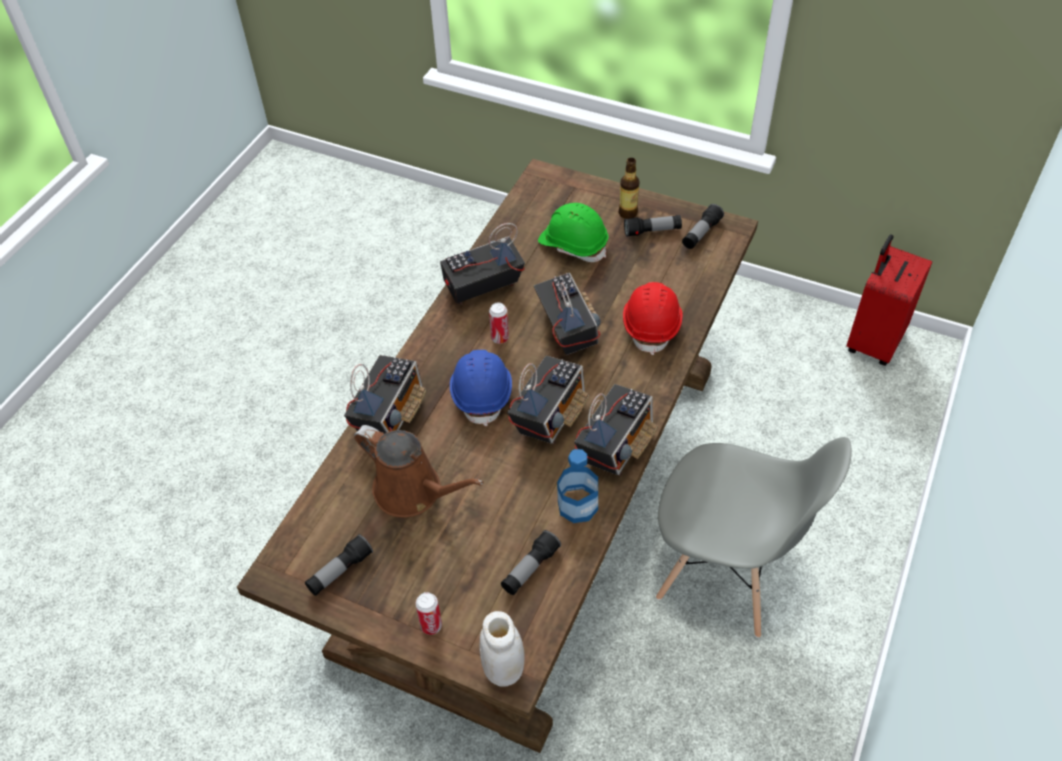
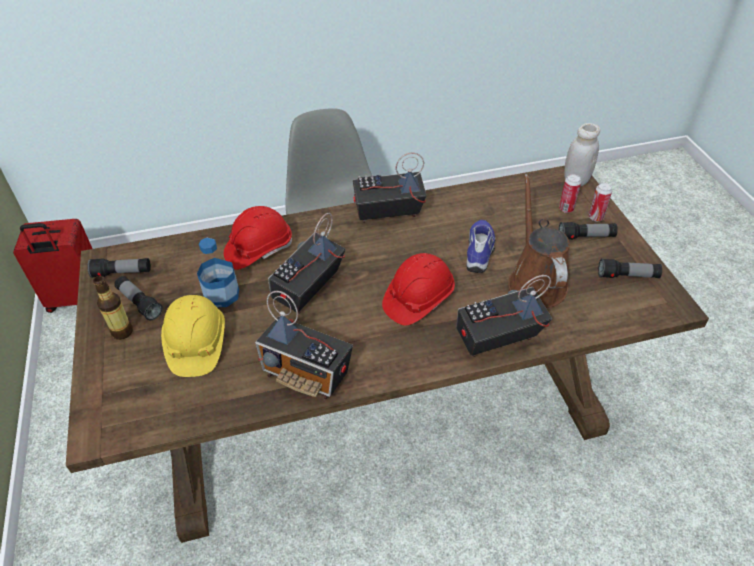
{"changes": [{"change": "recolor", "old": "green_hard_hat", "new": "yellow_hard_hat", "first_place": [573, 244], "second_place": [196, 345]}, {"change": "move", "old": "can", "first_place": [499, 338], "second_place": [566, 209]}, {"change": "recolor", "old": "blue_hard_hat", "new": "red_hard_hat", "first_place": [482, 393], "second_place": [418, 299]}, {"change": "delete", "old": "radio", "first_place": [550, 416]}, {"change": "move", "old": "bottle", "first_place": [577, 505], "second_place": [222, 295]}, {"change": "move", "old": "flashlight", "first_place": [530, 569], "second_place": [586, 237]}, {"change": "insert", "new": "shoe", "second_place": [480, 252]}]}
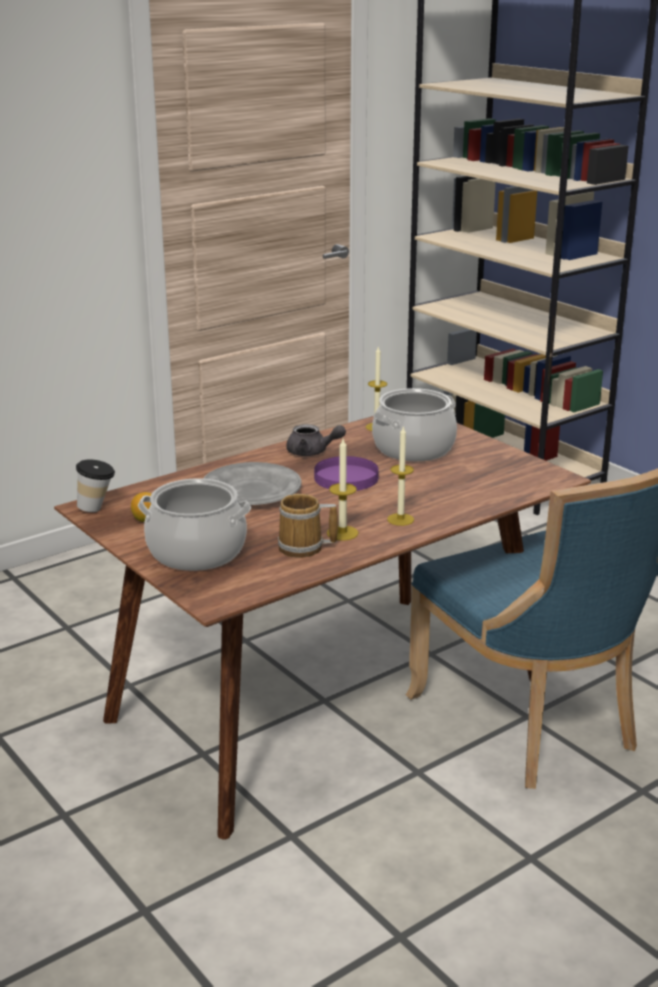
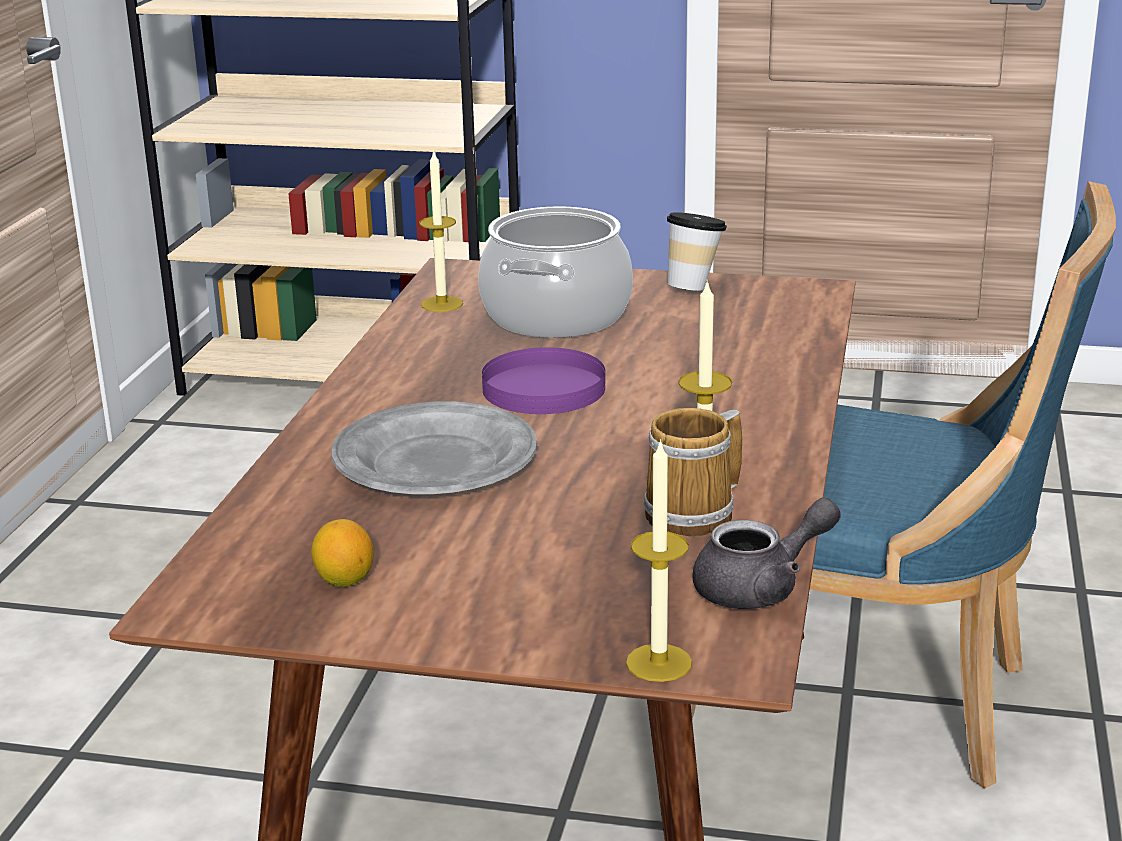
{"changes": [{"change": "move", "old": "grey_teapot", "first_place": [312, 452], "second_place": [761, 588]}, {"change": "move", "old": "candle", "first_place": [400, 519], "second_place": [659, 663]}, {"change": "move", "old": "cup", "first_place": [97, 508], "second_place": [694, 287]}, {"change": "delete", "old": "cooking_pot", "first_place": [197, 551]}]}
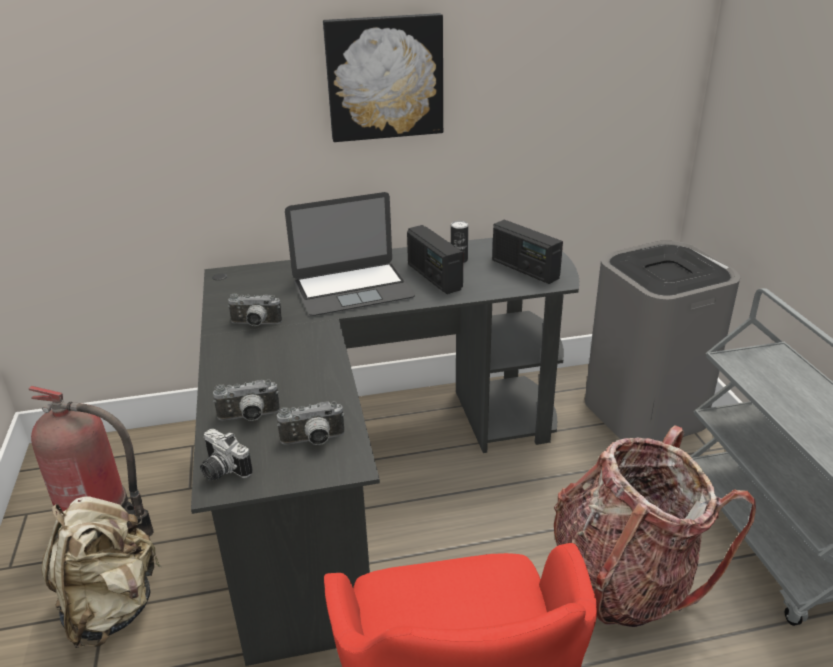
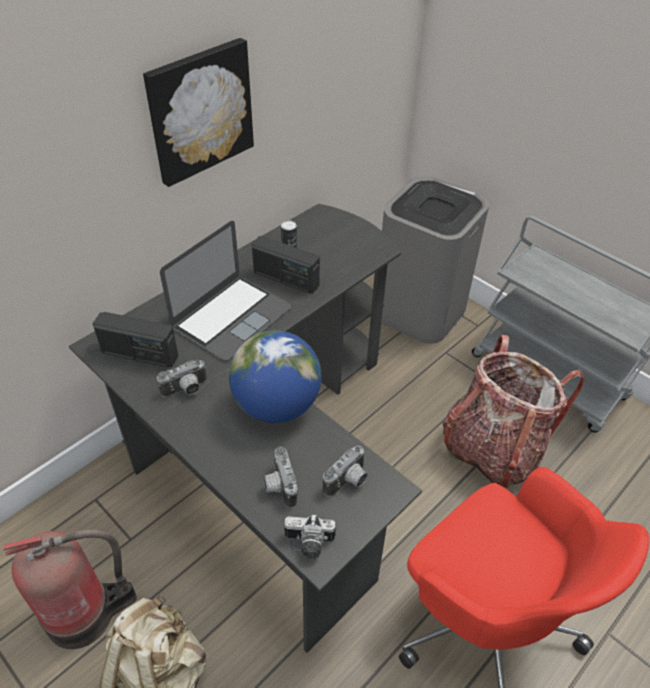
{"changes": [{"change": "move", "old": "radio", "first_place": [524, 269], "second_place": [139, 354]}, {"change": "rotate", "old": "photo_camera", "first_place": [249, 418], "second_place": [278, 486], "degrees": 120}, {"change": "insert", "new": "globe", "second_place": [277, 405]}]}
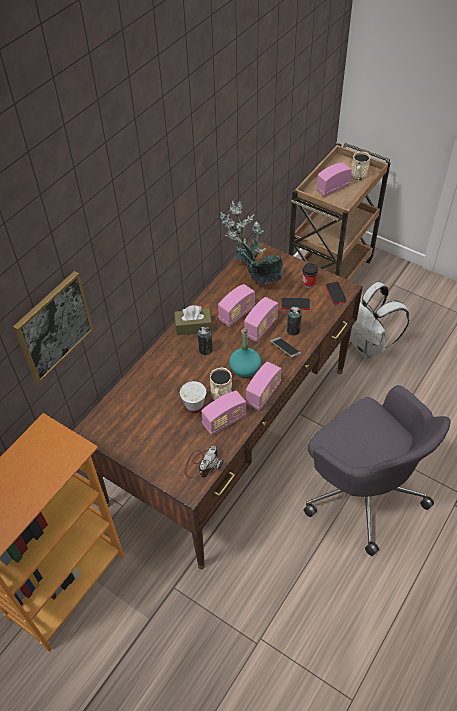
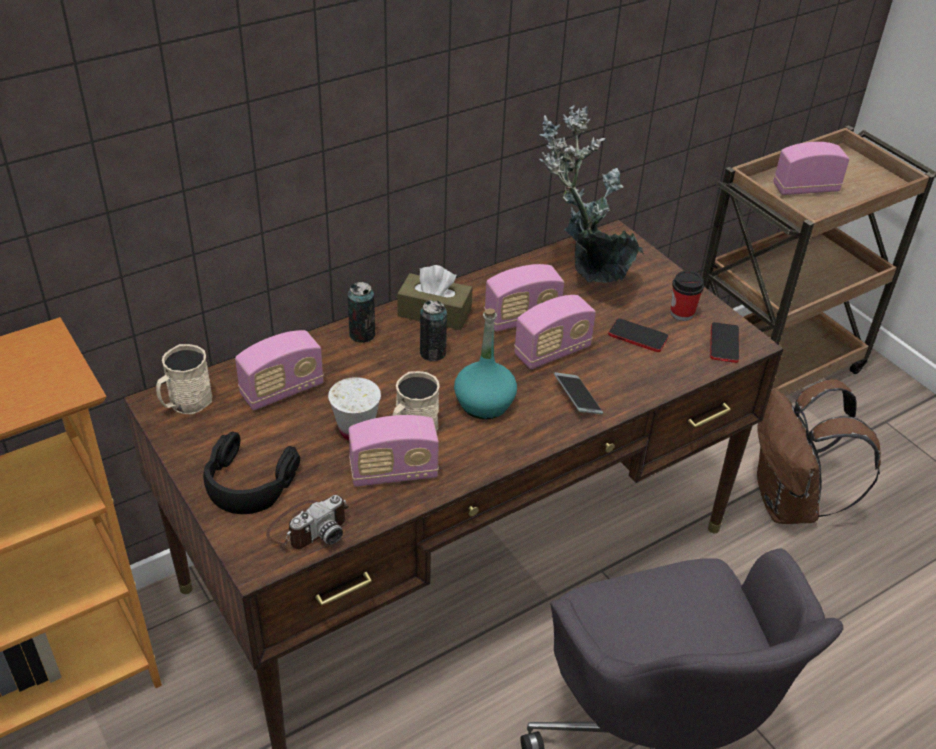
{"changes": [{"change": "move", "old": "beige_mug", "first_place": [358, 177], "second_place": [185, 403]}, {"change": "delete", "old": "picture", "first_place": [53, 326]}, {"change": "recolor", "old": "white_backpack", "new": "brown_backpack", "first_place": [368, 345], "second_place": [790, 504]}, {"change": "move", "old": "can", "first_place": [293, 330], "second_place": [362, 334]}, {"change": "move", "old": "radio", "first_place": [263, 394], "second_place": [282, 390]}, {"change": "insert", "new": "black_headphones", "second_place": [248, 483]}]}
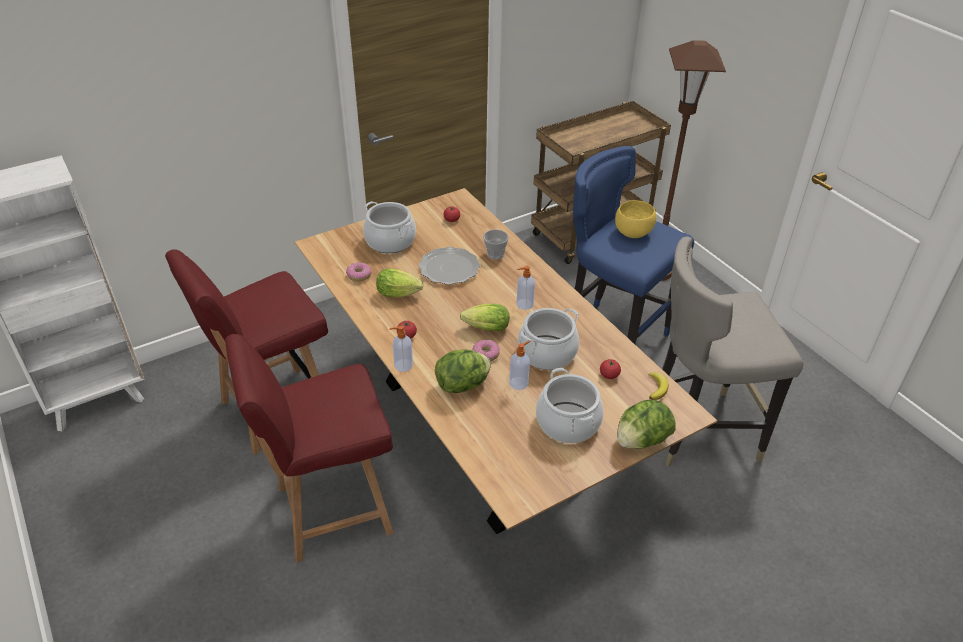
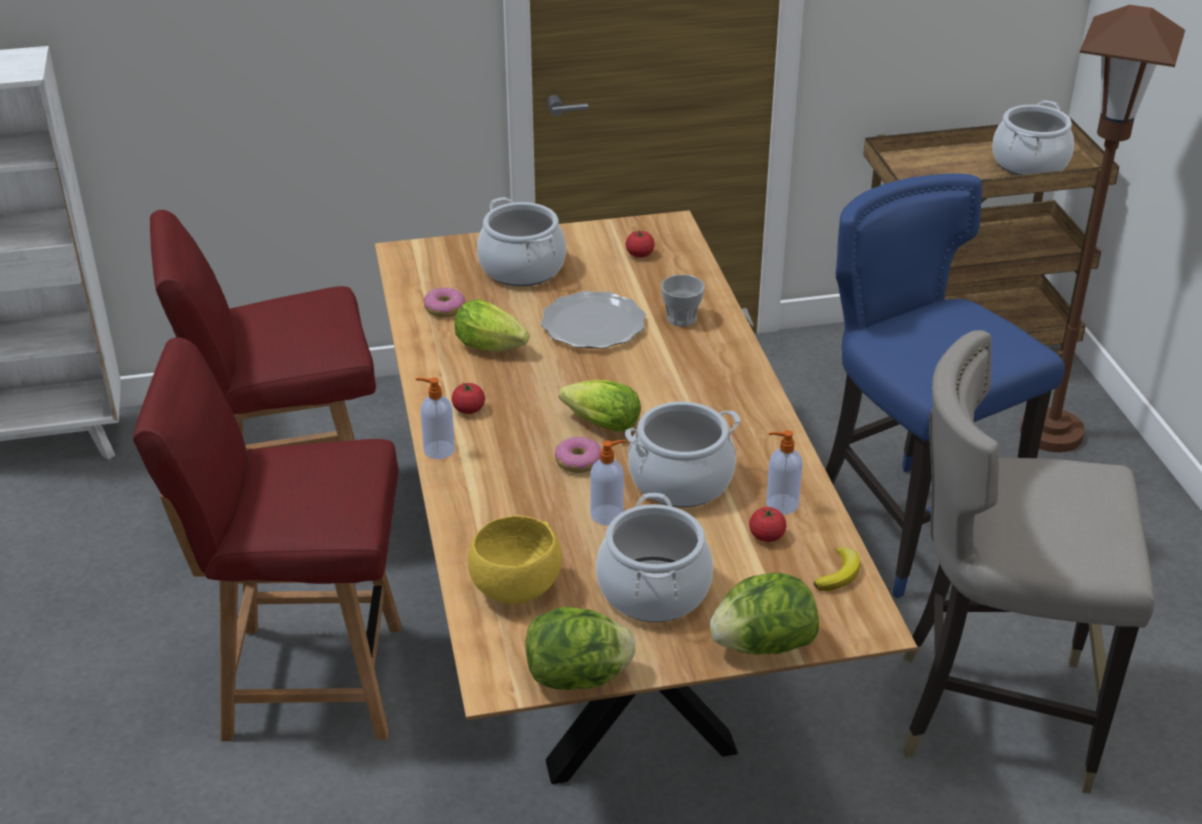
{"changes": [{"change": "move", "old": "yellow_bowl", "first_place": [633, 233], "second_place": [514, 589]}, {"change": "move", "old": "soap_dispenser", "first_place": [524, 304], "second_place": [780, 504]}, {"change": "move", "old": "lettuce", "first_place": [463, 385], "second_place": [578, 678]}, {"change": "insert", "new": "cooking_pot", "second_place": [1029, 163]}]}
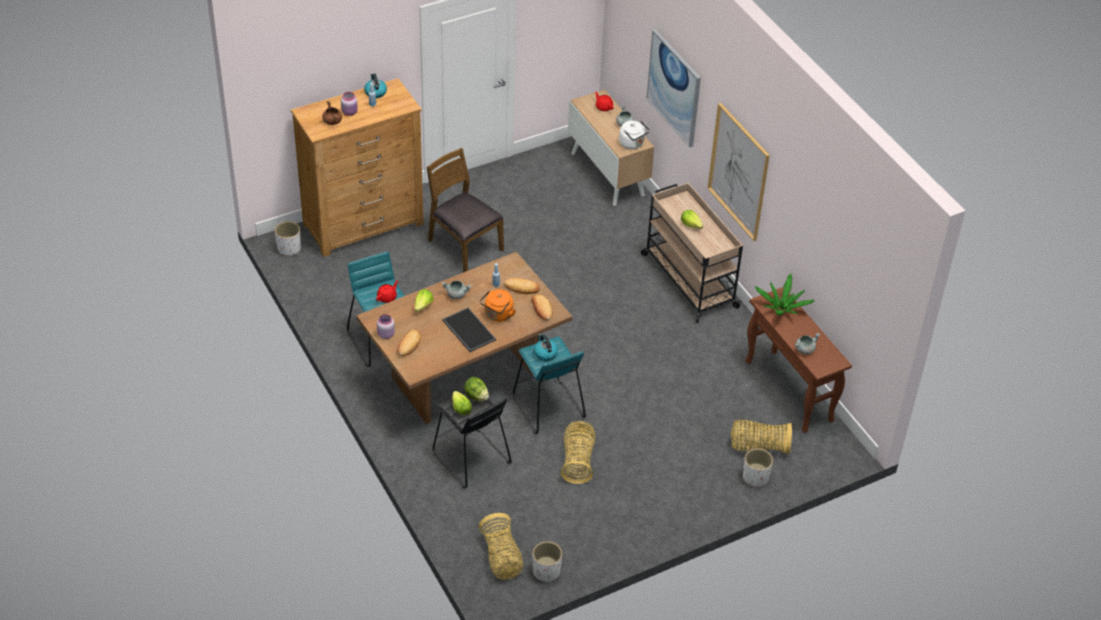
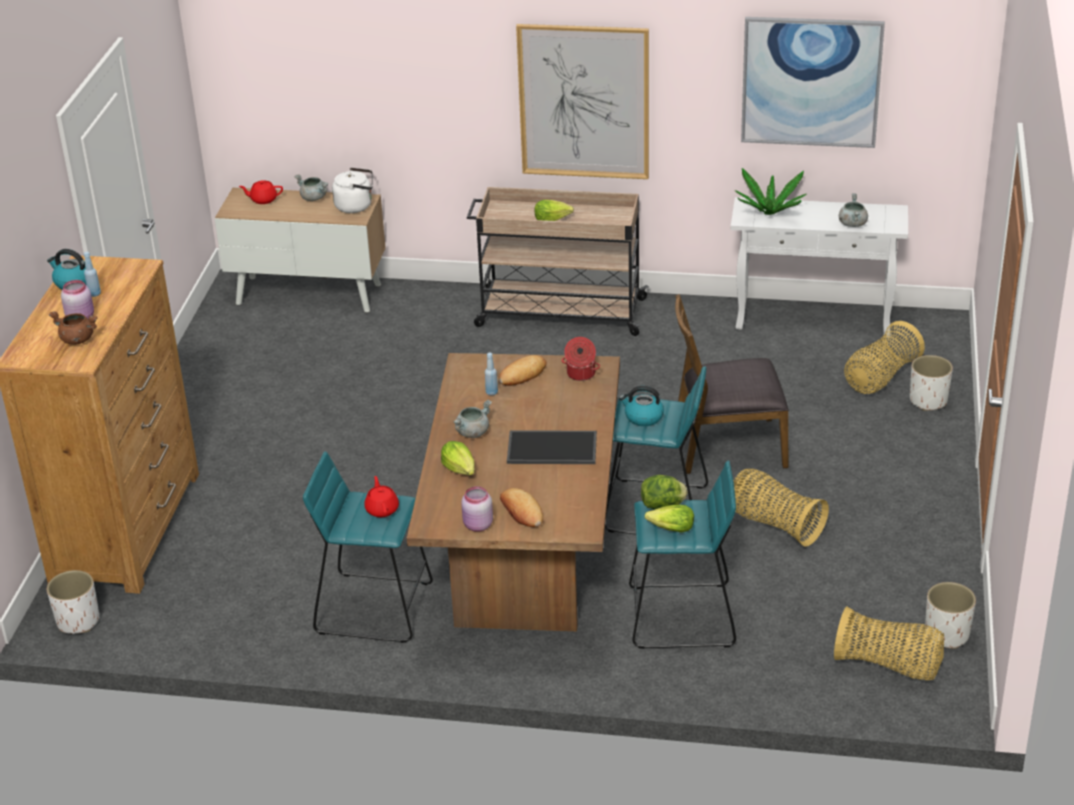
{"changes": [{"change": "move", "old": "picture", "first_place": [674, 87], "second_place": [811, 81]}, {"change": "move", "old": "brown_chair", "first_place": [464, 245], "second_place": [728, 447]}, {"change": "recolor", "old": "brown_console_table", "new": "white_console_table", "first_place": [789, 392], "second_place": [814, 320]}, {"change": "delete", "old": "orange_kettle", "first_place": [498, 315]}, {"change": "replace", "old": "bread", "new": "cooking_pot", "first_place": [542, 309], "second_place": [580, 374]}, {"change": "recolor", "old": "black_stool", "new": "turquoise_stool", "first_place": [471, 458], "second_place": [682, 616]}]}
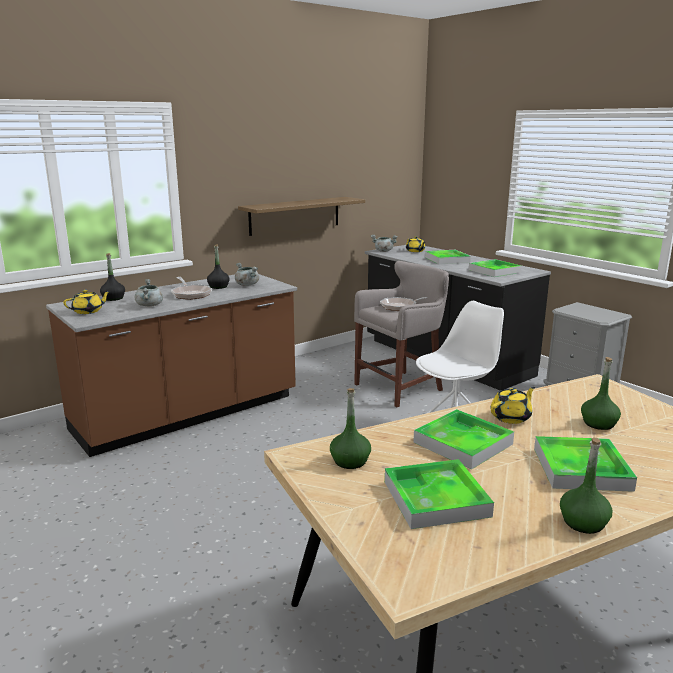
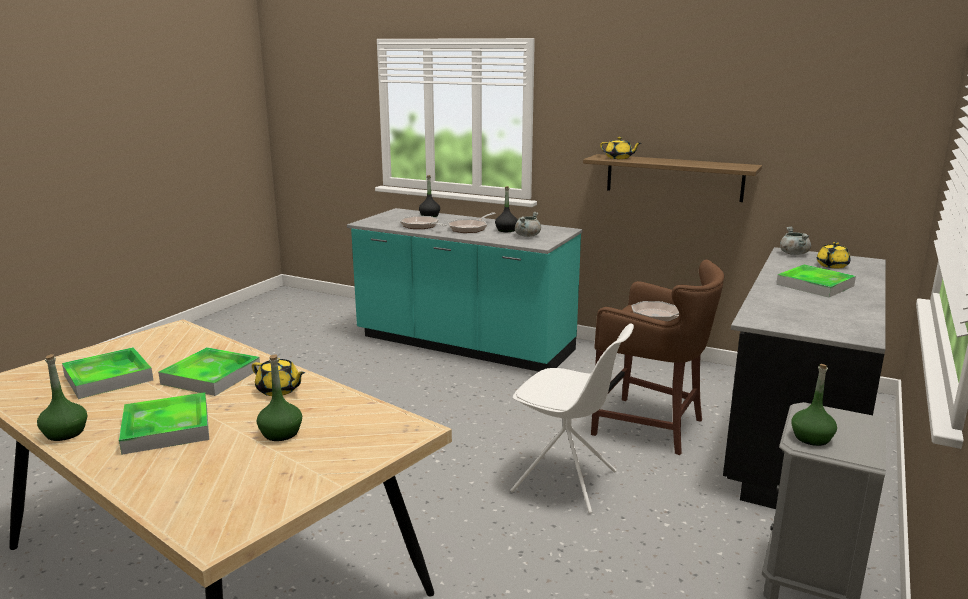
{"changes": [{"change": "delete", "old": "tray", "first_place": [494, 271]}, {"change": "recolor", "old": "grey_stool", "new": "brown_stool", "first_place": [401, 387], "second_place": [652, 427]}, {"change": "recolor", "old": "brown_counter", "new": "turquoise_counter", "first_place": [188, 414], "second_place": [464, 345]}, {"change": "replace", "old": "grey_cooking_pot", "new": "frying_pan", "first_place": [150, 305], "second_place": [422, 226]}, {"change": "move", "old": "yellow_teapot", "first_place": [88, 311], "second_place": [619, 158]}, {"change": "move", "old": "green_bottle", "first_place": [350, 461], "second_place": [811, 438]}]}
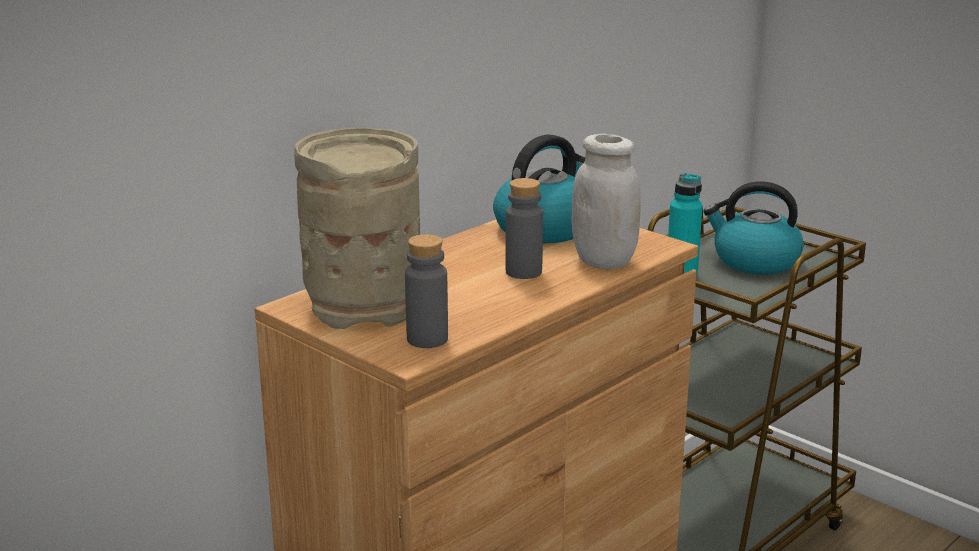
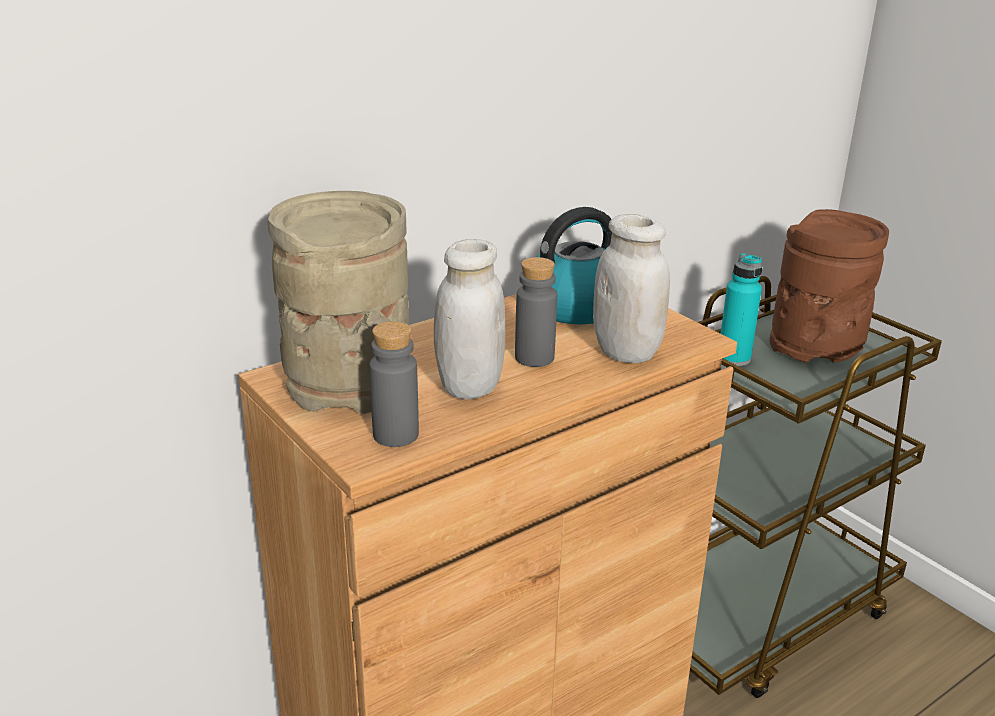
{"changes": [{"change": "replace", "old": "kettle", "new": "brown_vase", "first_place": [754, 261], "second_place": [816, 349]}, {"change": "insert", "new": "white_jar", "second_place": [469, 386]}]}
